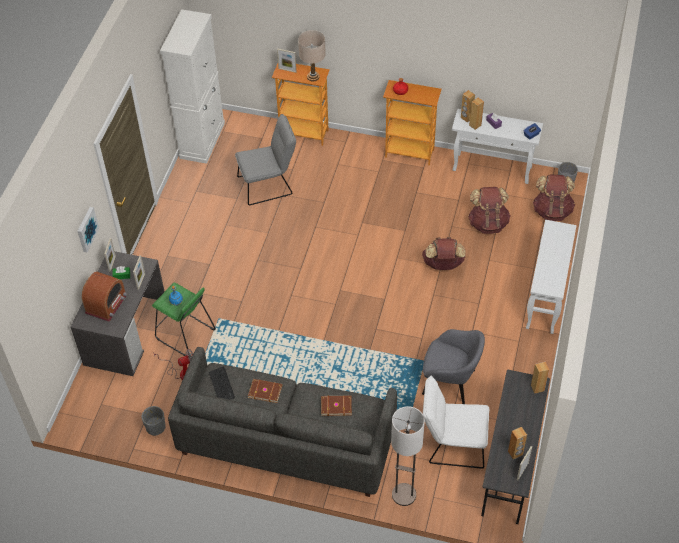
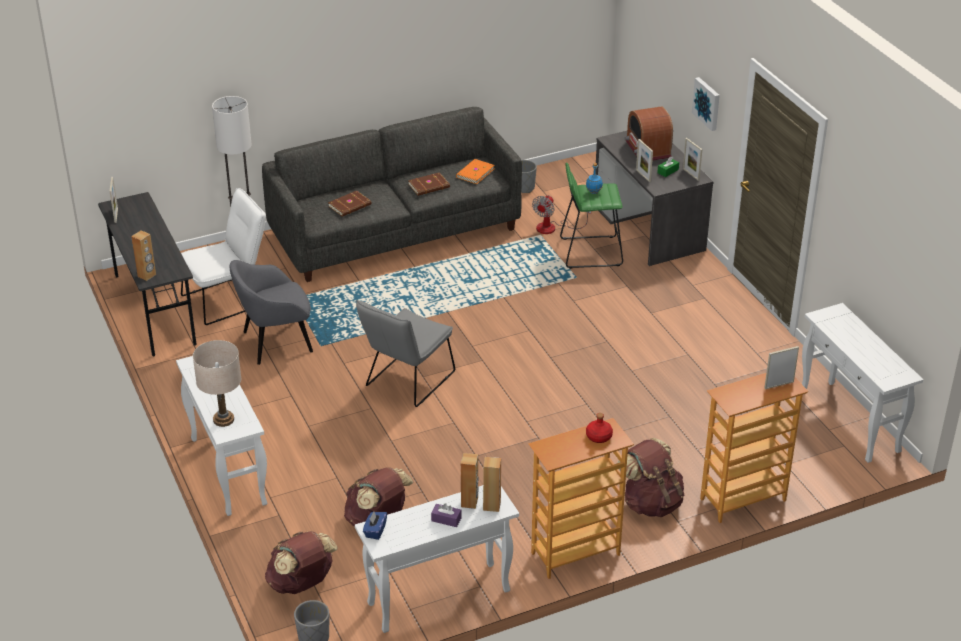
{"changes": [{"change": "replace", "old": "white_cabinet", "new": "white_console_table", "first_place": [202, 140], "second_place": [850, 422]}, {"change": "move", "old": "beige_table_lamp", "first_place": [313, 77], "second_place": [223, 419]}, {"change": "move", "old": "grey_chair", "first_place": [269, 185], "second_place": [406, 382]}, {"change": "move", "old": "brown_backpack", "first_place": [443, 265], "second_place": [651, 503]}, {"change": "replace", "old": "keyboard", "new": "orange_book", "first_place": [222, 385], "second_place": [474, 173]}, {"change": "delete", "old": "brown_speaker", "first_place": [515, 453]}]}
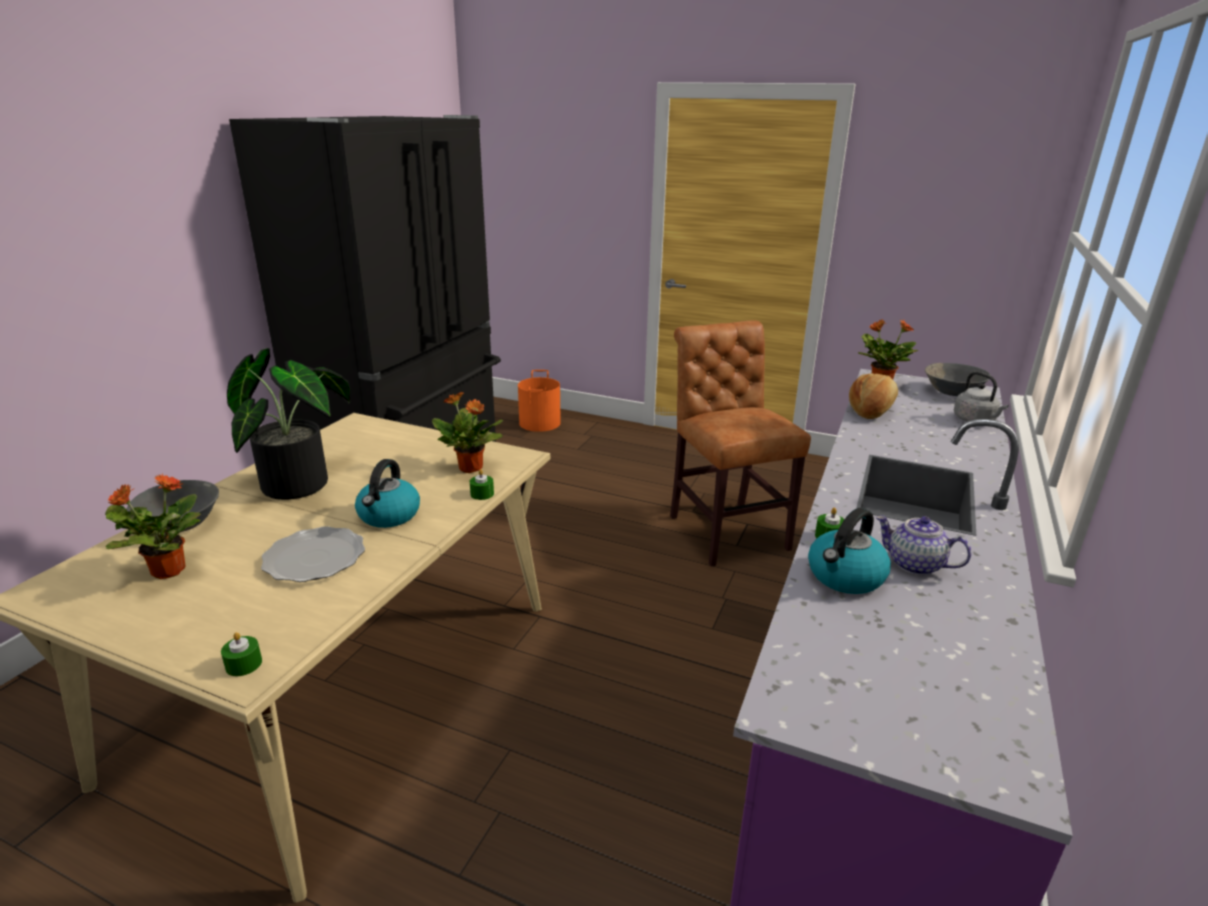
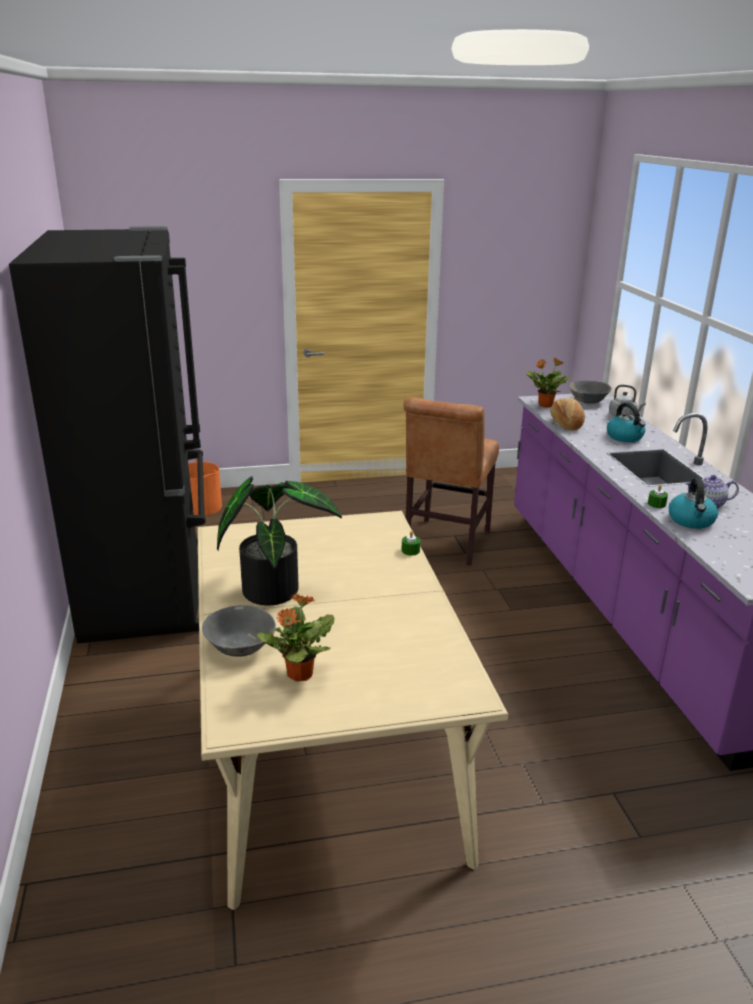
{"changes": [{"change": "rotate", "old": "brown_chair", "first_place": [725, 529], "second_place": [445, 544], "degrees": -105}, {"change": "delete", "old": "potted_plant", "first_place": [471, 468]}, {"change": "move", "old": "kettle", "first_place": [389, 516], "second_place": [625, 437]}, {"change": "delete", "old": "plate", "first_place": [314, 558]}, {"change": "delete", "old": "green_candle", "first_place": [244, 664]}]}
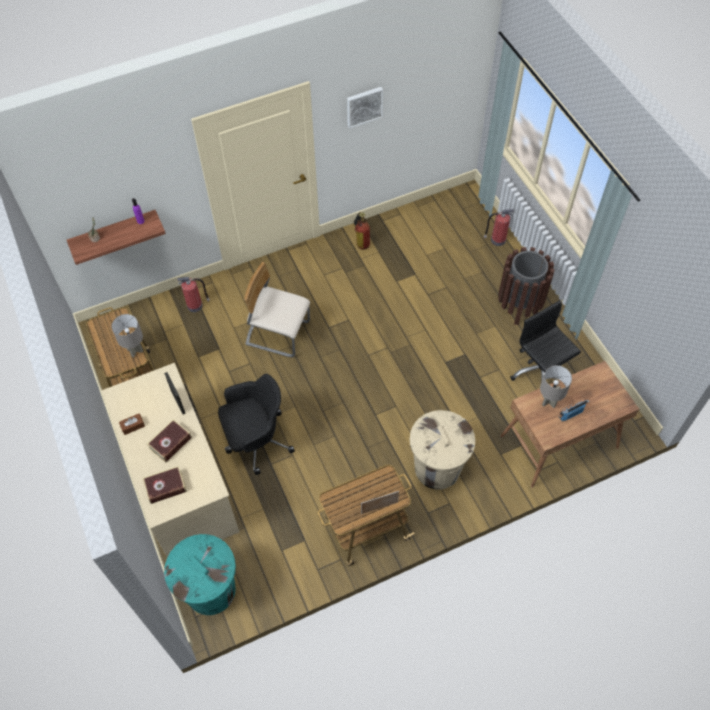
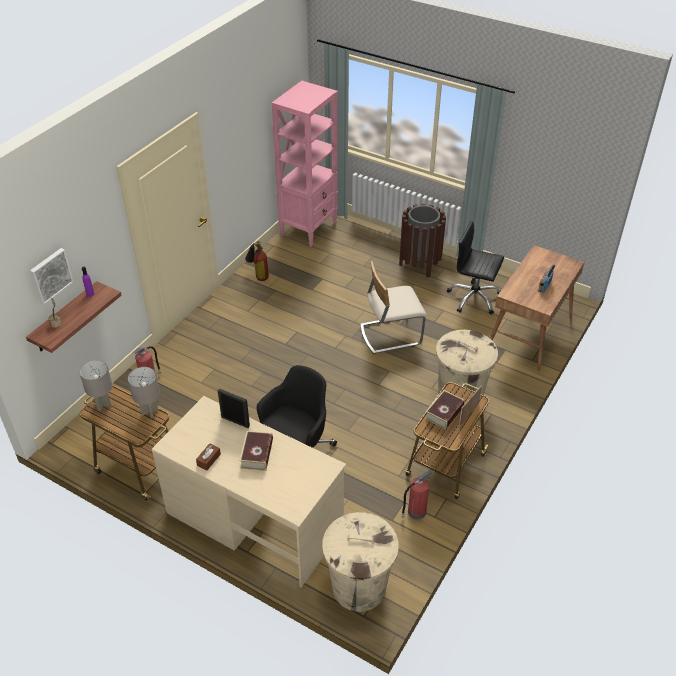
{"changes": [{"change": "move", "old": "picture", "first_place": [364, 106], "second_place": [50, 275]}, {"change": "move", "old": "fire_extinguisher", "first_place": [497, 240], "second_place": [416, 512]}, {"change": "move", "old": "beige_chair", "first_place": [278, 333], "second_place": [390, 334]}, {"change": "move", "old": "grey_table_lamp", "first_place": [548, 402], "second_place": [103, 405]}, {"change": "move", "old": "book", "first_place": [166, 487], "second_place": [444, 413]}, {"change": "recolor", "old": "turquoise_trash_can", "new": "beige_trash_can", "first_place": [211, 590], "second_place": [358, 587]}, {"change": "insert", "new": "pink_bookcase", "second_place": [309, 228]}]}
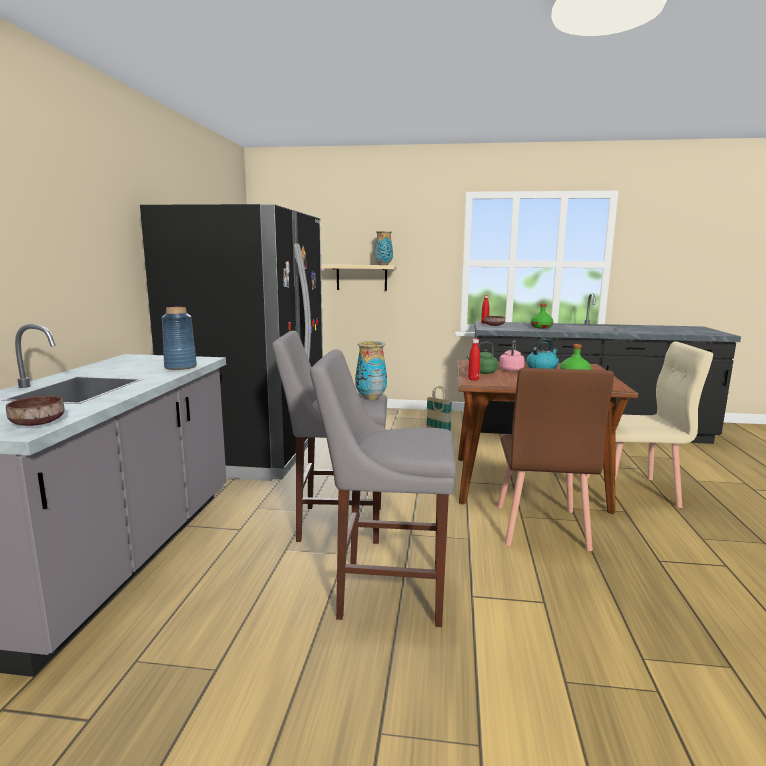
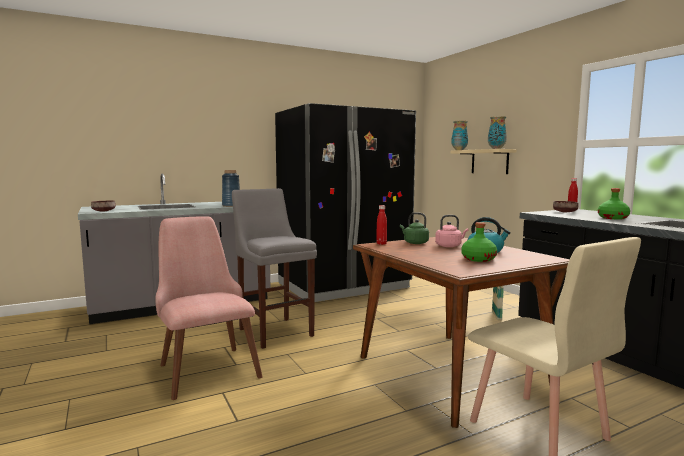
{"changes": [{"change": "move", "old": "vase", "first_place": [370, 398], "second_place": [459, 150]}, {"change": "replace", "old": "grey_stool", "new": "pink_chair", "first_place": [385, 591], "second_place": [204, 365]}, {"change": "delete", "old": "brown_chair", "first_place": [540, 527]}]}
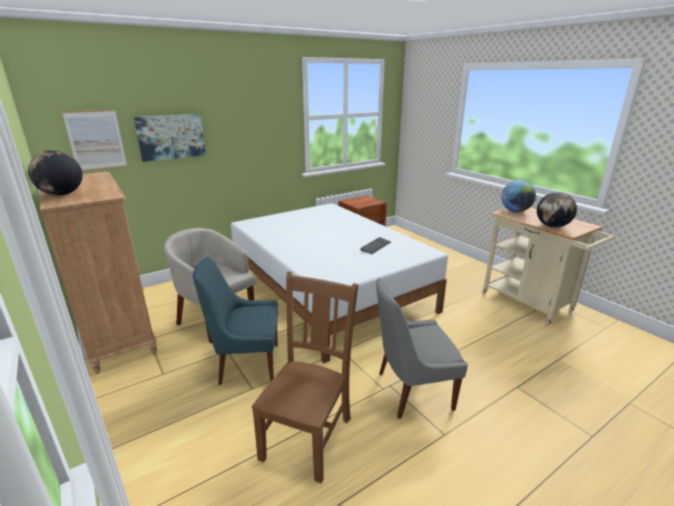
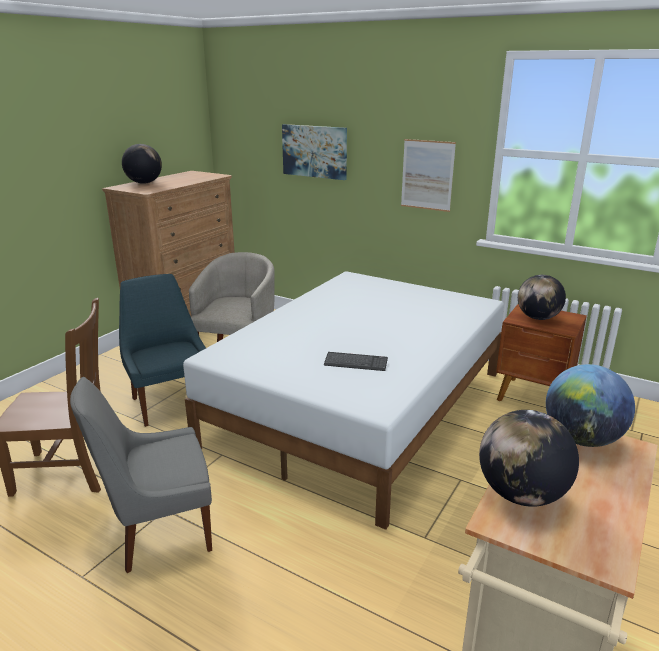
{"changes": [{"change": "move", "old": "picture", "first_place": [96, 140], "second_place": [427, 175]}, {"change": "rotate", "old": "grey_chair", "first_place": [411, 391], "second_place": [159, 531], "degrees": -75}, {"change": "insert", "new": "globe", "second_place": [538, 318]}]}
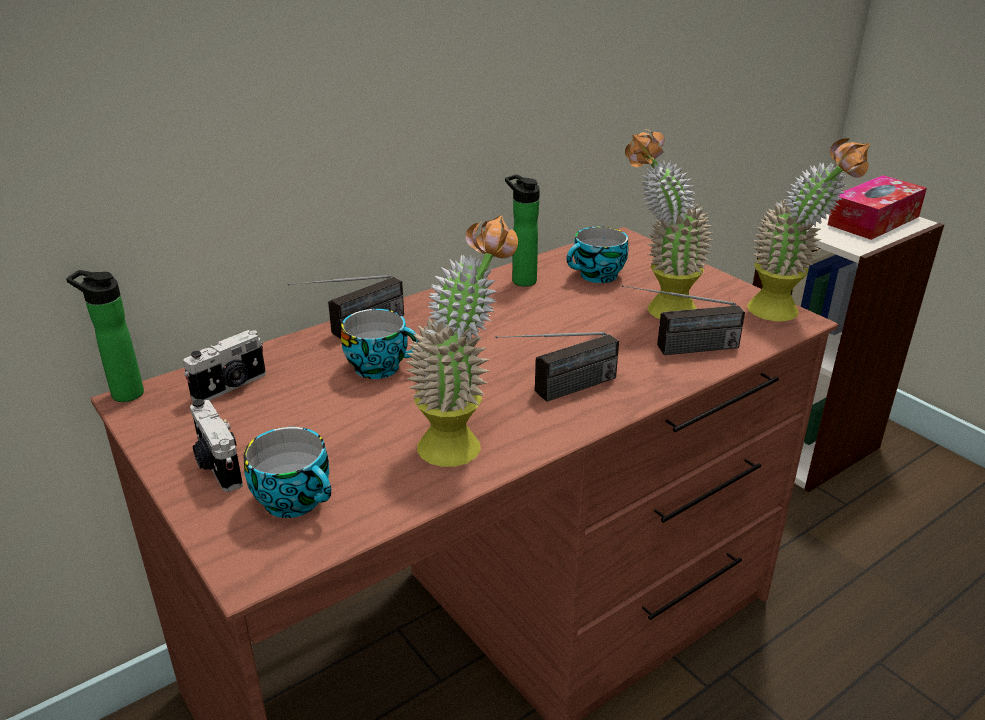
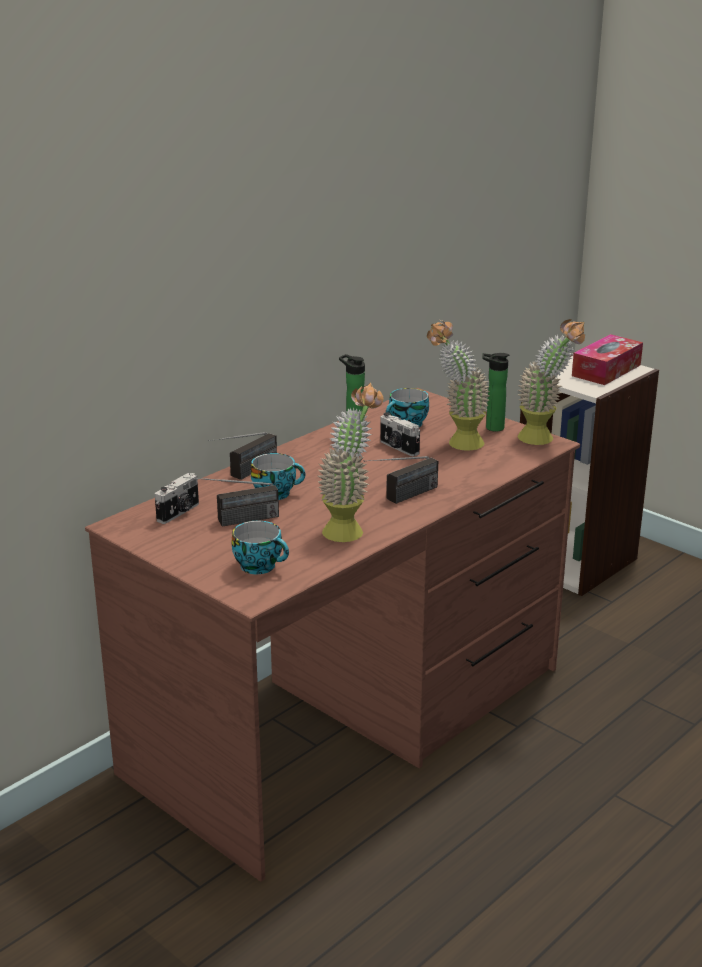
{"changes": [{"change": "move", "old": "bottle", "first_place": [123, 393], "second_place": [491, 428]}, {"change": "move", "old": "radio", "first_place": [678, 350], "second_place": [233, 522]}, {"change": "move", "old": "photo_camera", "first_place": [217, 466], "second_place": [398, 448]}]}
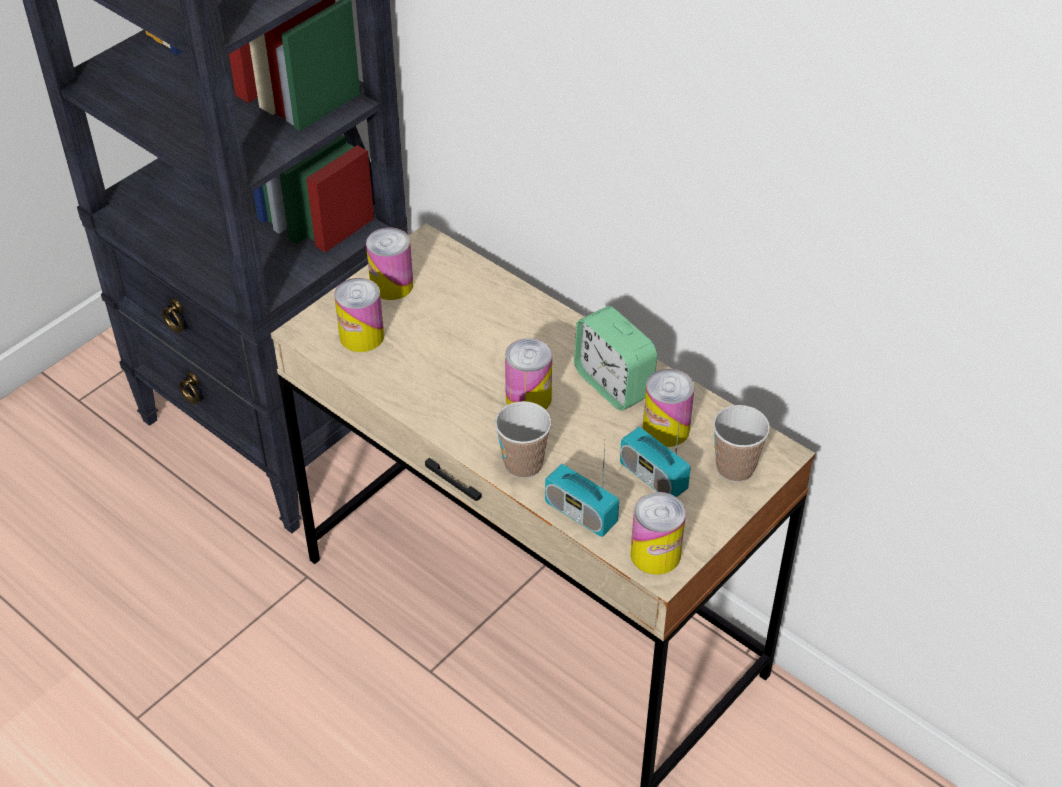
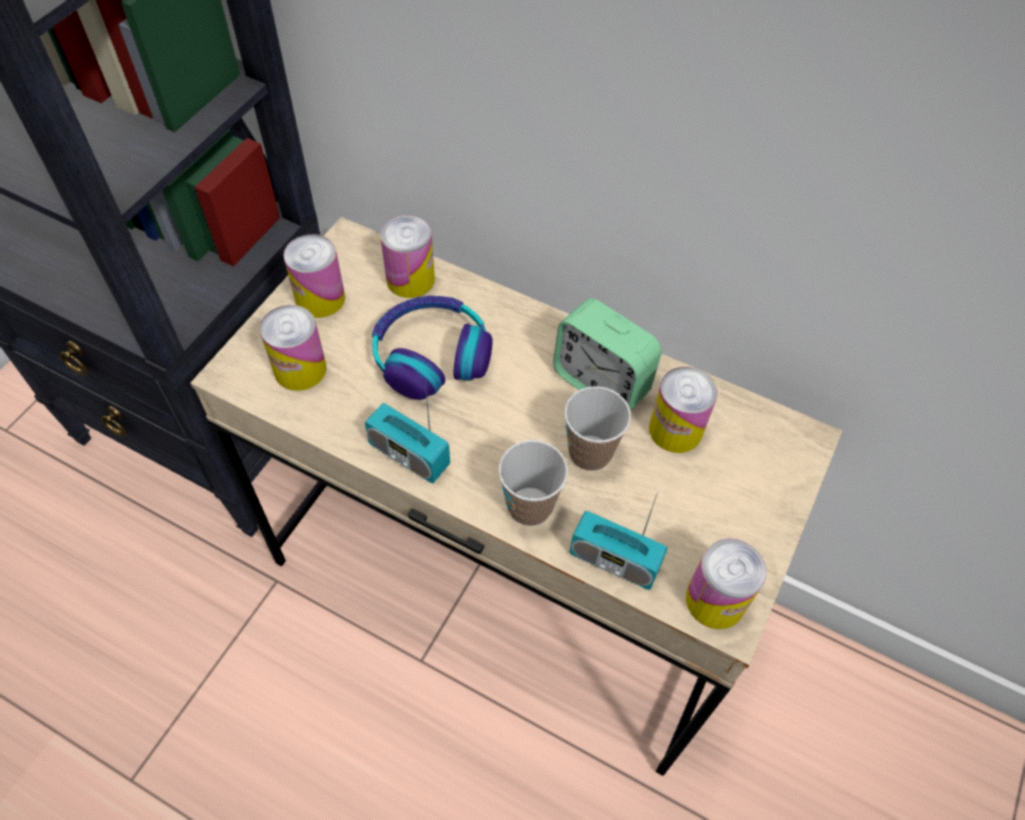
{"changes": [{"change": "move", "old": "can", "first_place": [528, 398], "second_place": [410, 279]}, {"change": "move", "old": "cup", "first_place": [735, 468], "second_place": [590, 453]}, {"change": "move", "old": "radio", "first_place": [653, 477], "second_place": [409, 455]}, {"change": "insert", "new": "headphones", "second_place": [431, 355]}]}
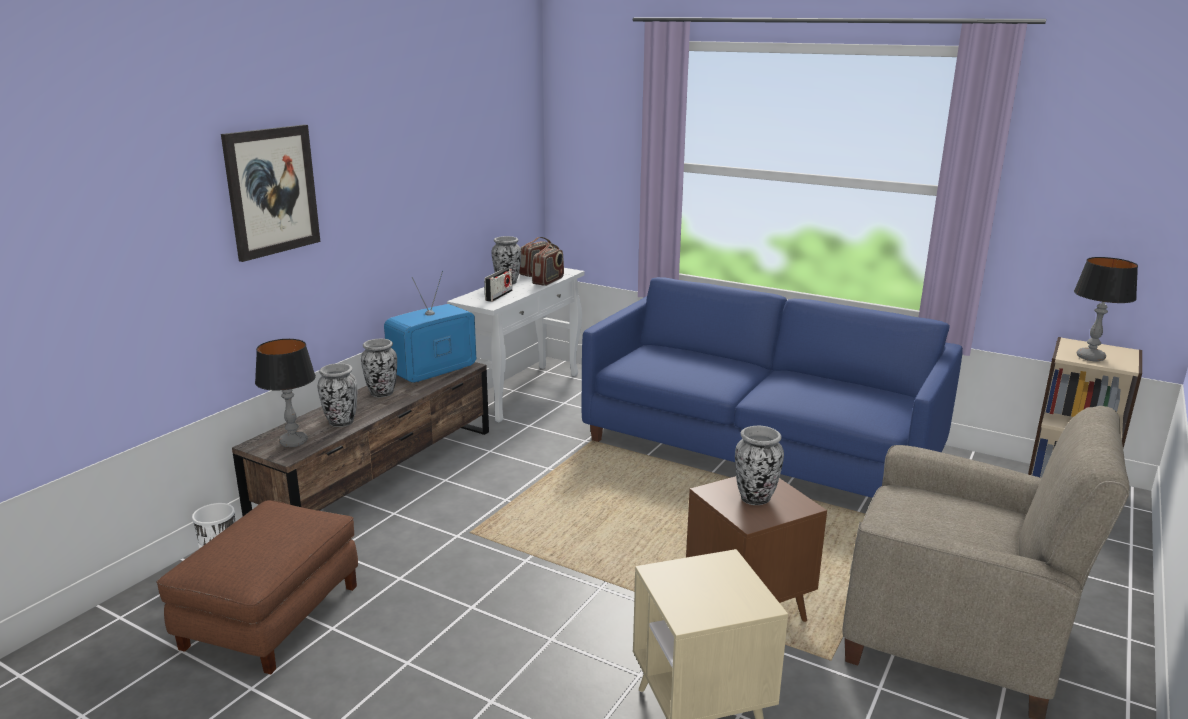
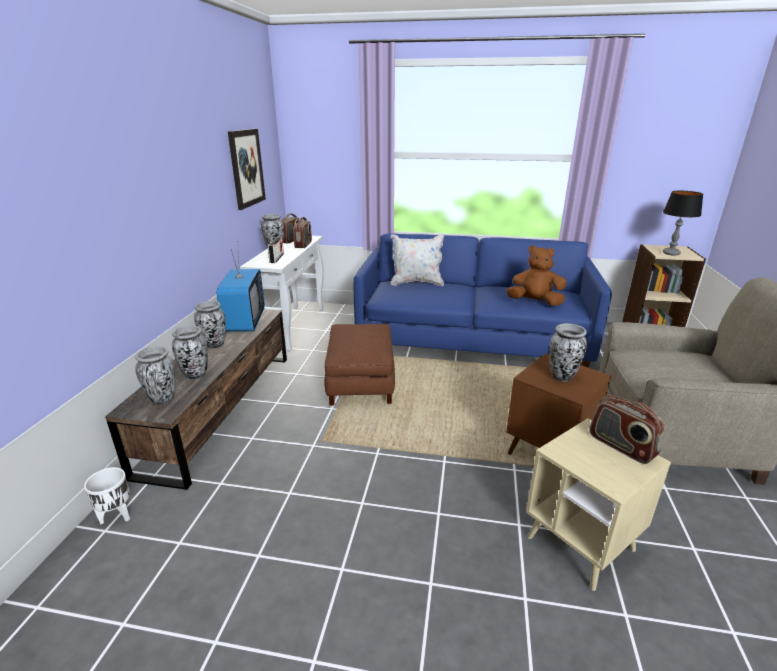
{"changes": [{"change": "move", "old": "picture", "first_place": [272, 191], "second_place": [246, 168]}, {"change": "rotate", "old": "television", "first_place": [433, 372], "second_place": [245, 322], "degrees": 150}, {"change": "replace", "old": "table_lamp", "new": "vase", "first_place": [293, 442], "second_place": [163, 400]}, {"change": "move", "old": "brown_ottoman", "first_place": [271, 616], "second_place": [360, 382]}, {"change": "insert", "new": "white_pillow", "second_place": [416, 283]}, {"change": "insert", "new": "brown_plush_toy", "second_place": [534, 302]}, {"change": "insert", "new": "radio", "second_place": [621, 446]}]}
